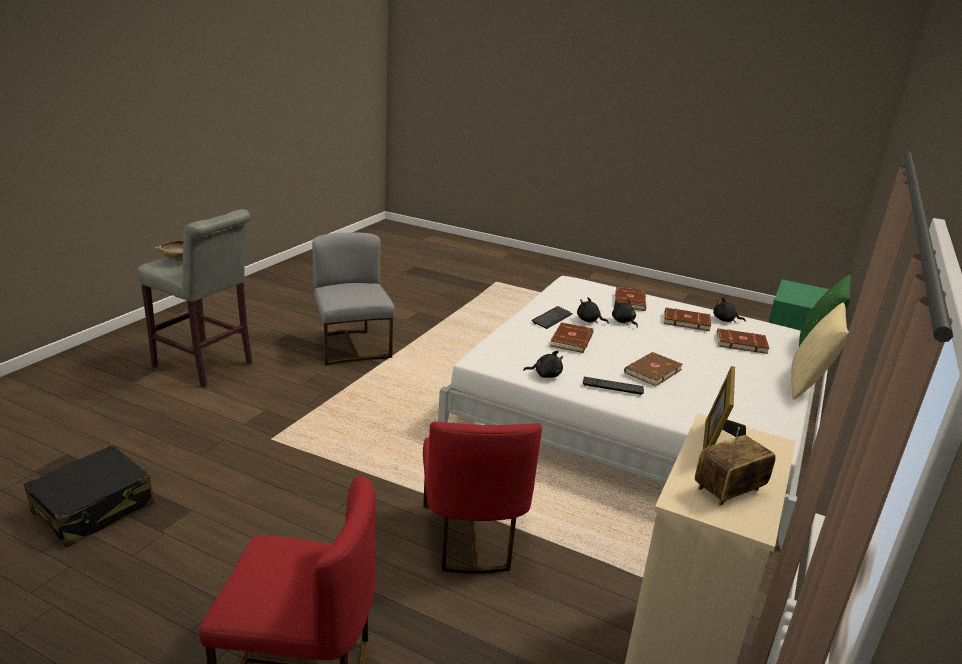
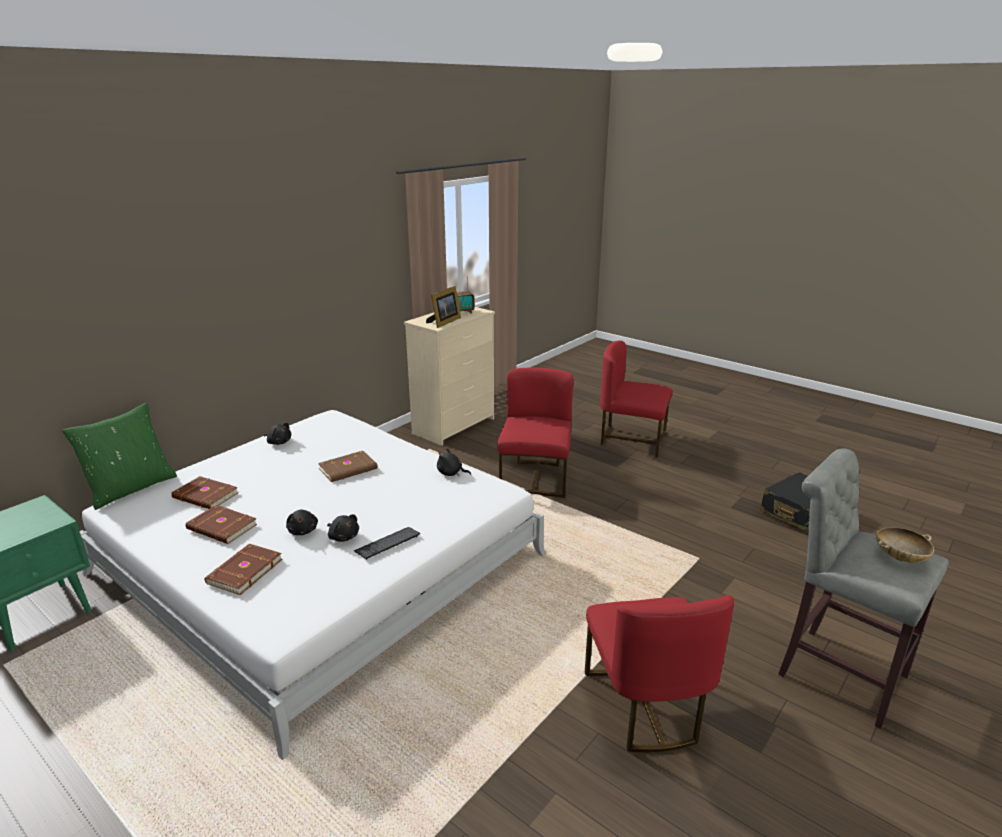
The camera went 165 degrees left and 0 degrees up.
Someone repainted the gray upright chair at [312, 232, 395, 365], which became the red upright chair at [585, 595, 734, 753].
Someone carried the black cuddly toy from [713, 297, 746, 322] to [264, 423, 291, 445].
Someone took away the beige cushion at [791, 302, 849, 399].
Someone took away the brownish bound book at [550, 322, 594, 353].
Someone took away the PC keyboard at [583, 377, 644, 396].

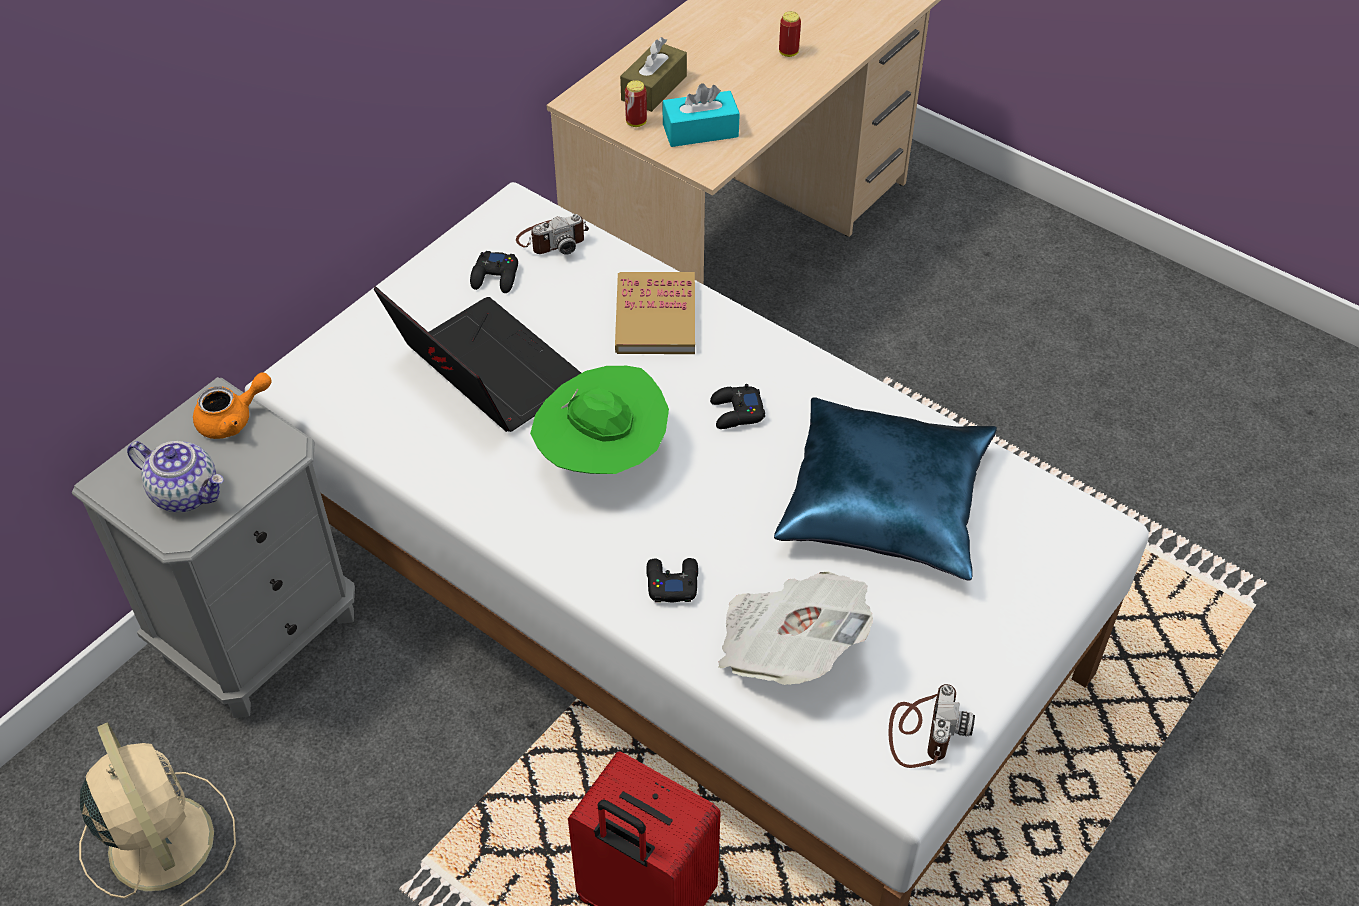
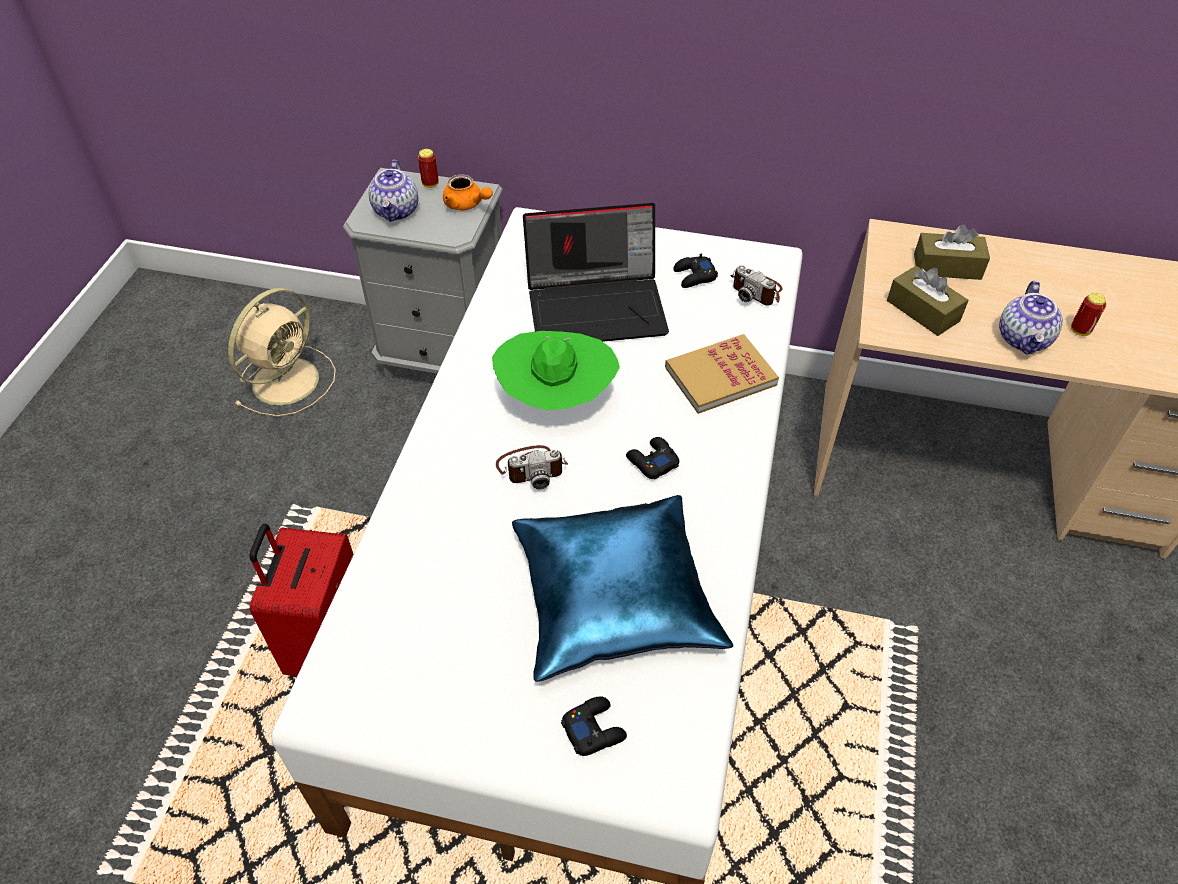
The camera went 65 degrees right and 0 degrees up.
Someone carried the can from [625, 80, 647, 127] to [418, 149, 439, 188].
Someone repainted the blue-green box of tissues at [663, 83, 740, 147], which became the brownish box of tissues at [887, 266, 969, 336].
Someone rotated the notebook computer at [374, 286, 581, 432] by 60 degrees clockwise.
Someone carried the black gamepad from [647, 558, 698, 603] to [561, 697, 627, 756].
Someone took away the printed paper at [718, 571, 873, 685].
Someone carried the still camera from [889, 684, 975, 768] to [496, 445, 568, 490].
Someone put down the tea pot at [999, 281, 1063, 355].

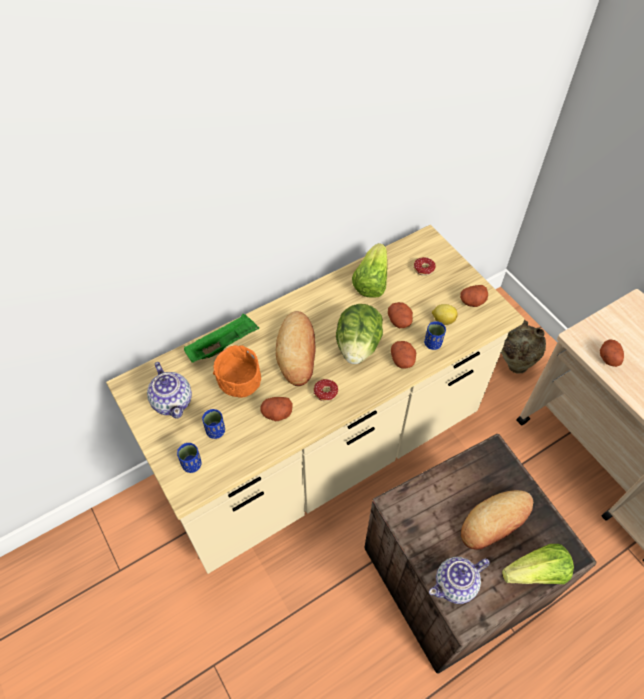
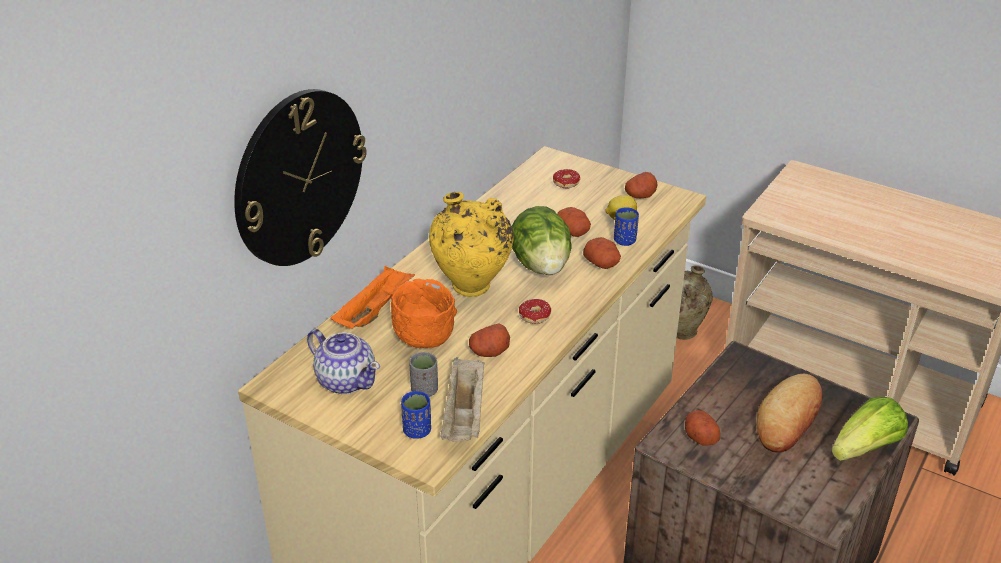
The camera went 25 degrees left and 20 degrees down.
Someone took away the lettuce at [352, 243, 388, 298].
Someone swapped the baked bread at [276, 311, 315, 386] for the yellowish vase at [429, 192, 513, 297].
Someone repainted the green carrying tray at [184, 314, 259, 363], which became the orange-coloured carrying tray at [331, 266, 415, 329].
Someone carried the whole potato from [600, 339, 624, 367] to [685, 410, 721, 446].
Someone repainted the blue-coloured small cup at [202, 409, 225, 439], which became the gray small cup at [409, 352, 438, 397].
Someone took away the tea pot at [429, 557, 490, 604].
Someone put up the hanging clock at [234, 89, 367, 266].
Someone put down the beige carrying tray at [440, 357, 484, 442].

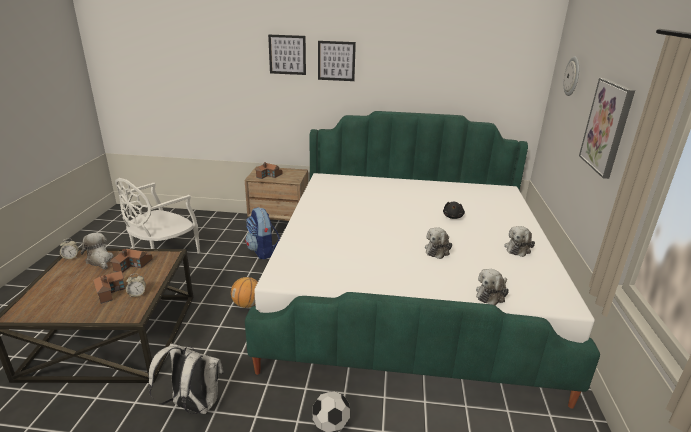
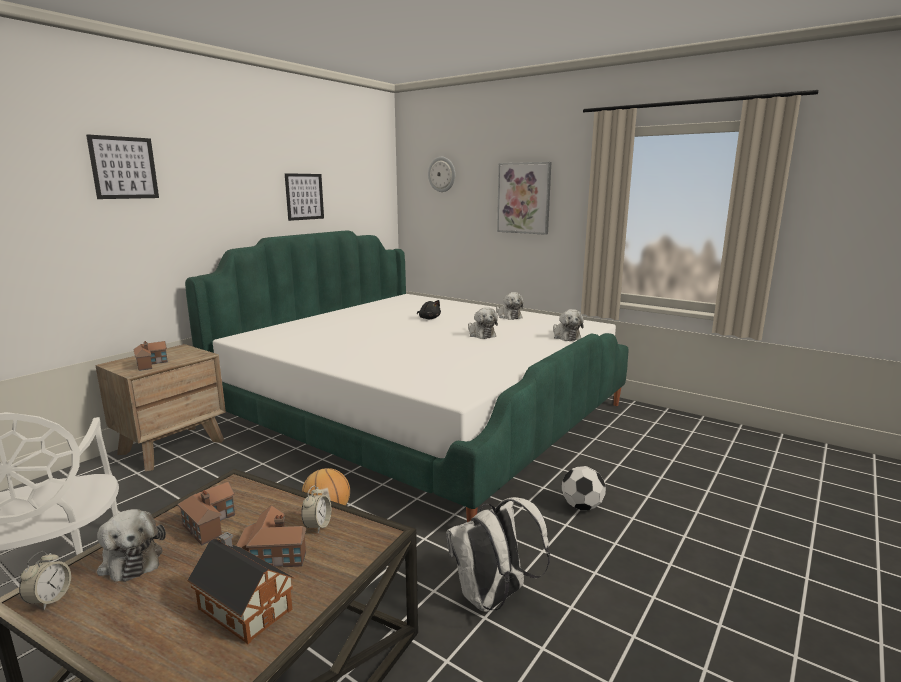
The camera went 60 degrees left and 10 degrees down.
Someone carried the picture from [318, 41, 356, 81] to [285, 173, 324, 221].
Someone took away the knapsack at [245, 207, 280, 259].
Someone rotated the cuddly toy at [81, 233, 114, 270] by 120 degrees counterclockwise.
Someone put down the model house at [187, 532, 294, 644].

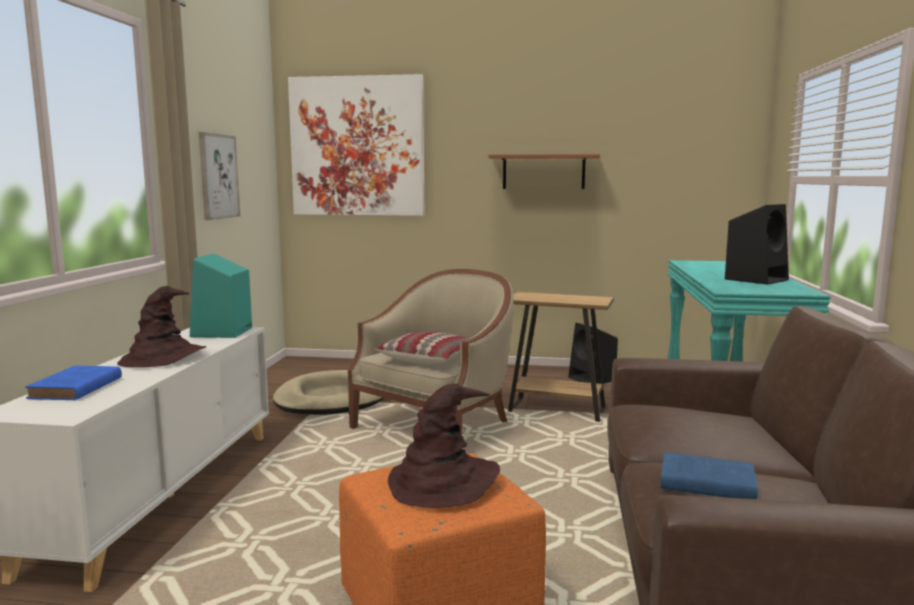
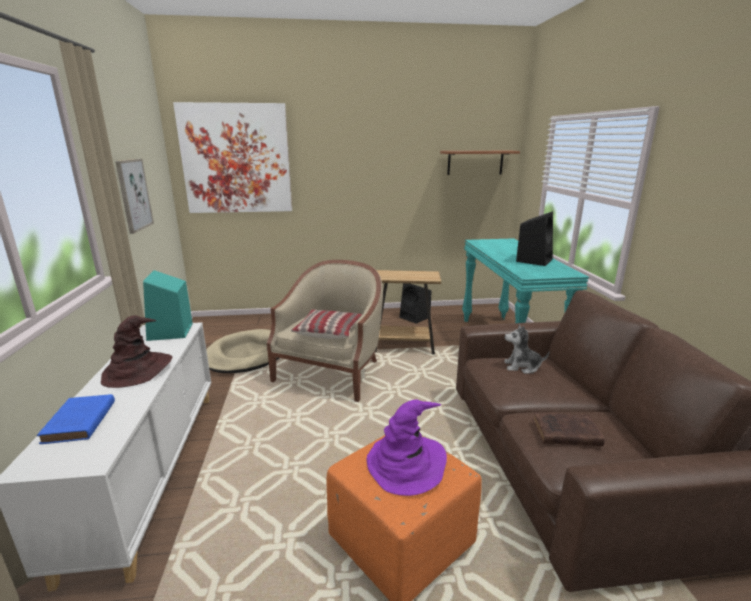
The camera went 15 degrees left and 10 degrees up.
Someone carried the wall shelf from [489, 154, 600, 189] to [440, 151, 520, 175].
Someone repainted the brownish clothing hat at [388, 384, 500, 508], which became the purplish clothing hat at [367, 400, 447, 496].
Someone repainted the blue-coloured bound book at [660, 452, 758, 499], which became the brownish bound book at [533, 412, 605, 446].
Someone put down the cuddly toy at [504, 325, 549, 374].

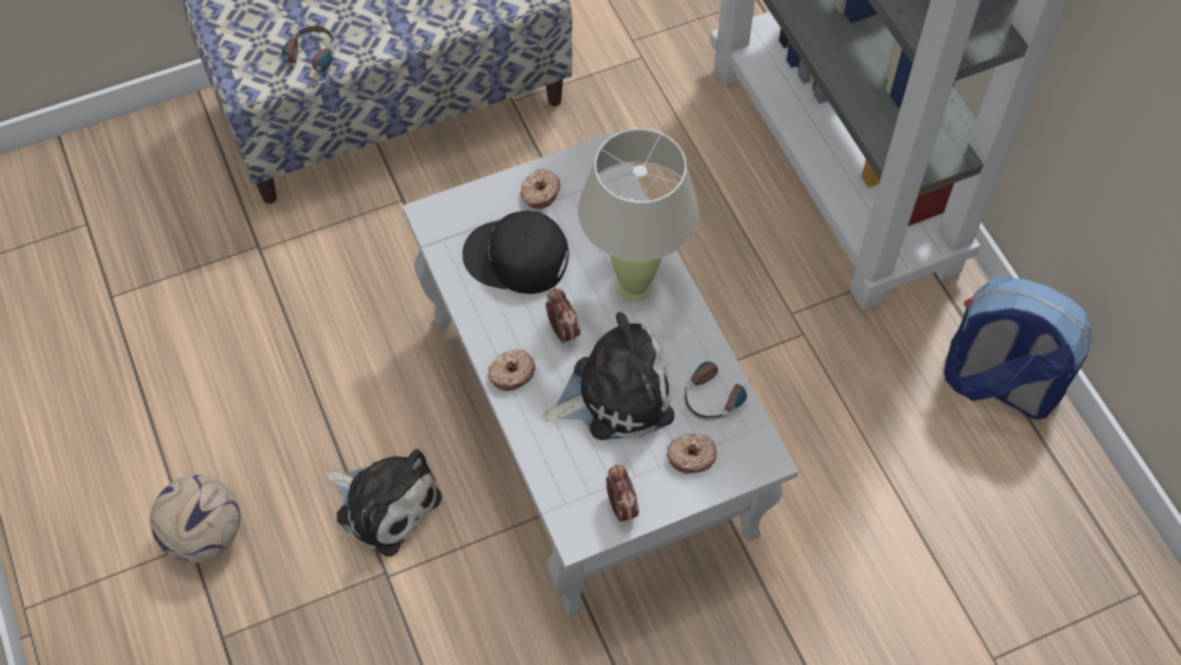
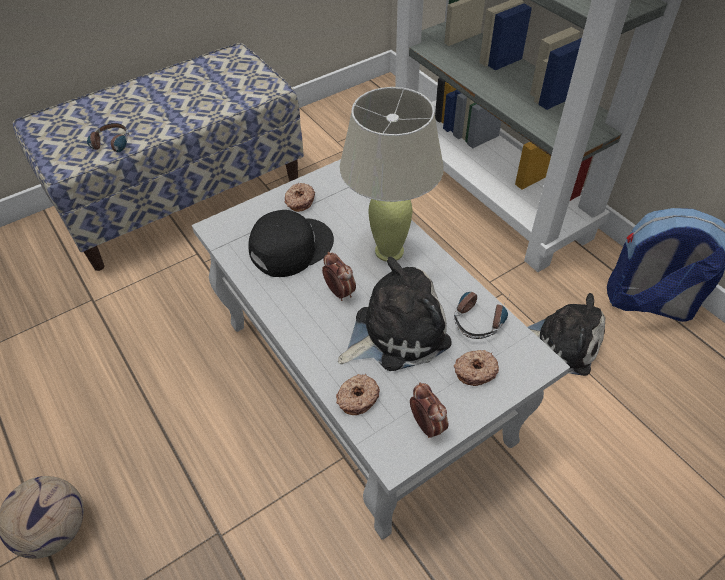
The camera went 10 degrees left and 10 degrees down.
Someone rotated the black baseball cap at [463, 211, 569, 294] by 135 degrees clockwise.
Someone carried the ring doughnut from [488, 349, 535, 391] to [336, 374, 380, 415].
Someone carried the cuddly toy from [325, 449, 442, 557] to [528, 293, 605, 376].

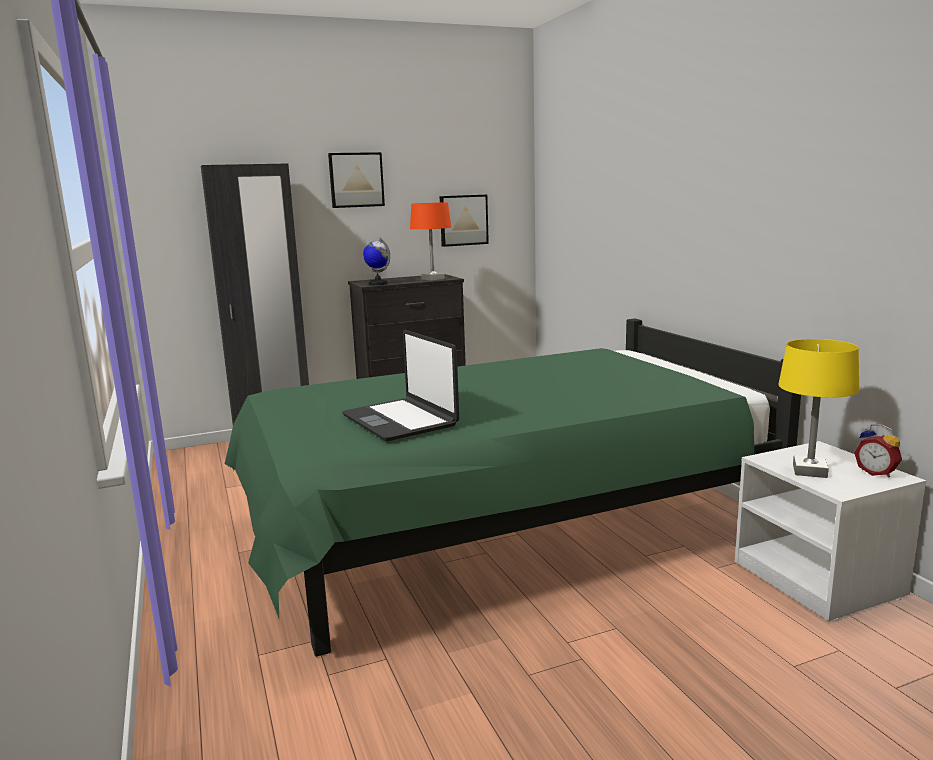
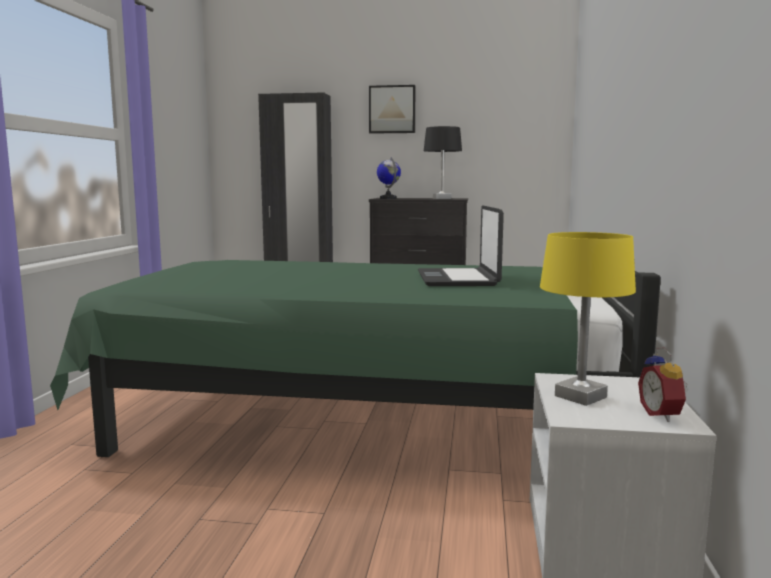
The camera went 30 degrees right and 5 degrees down.
Someone took away the picture at [440, 195, 489, 247].
Someone repainted the orange-coloured lamp for a table at [410, 202, 451, 281], which became the black lamp for a table at [424, 126, 462, 199].
Someone carried the notebook computer from [342, 330, 459, 441] to [418, 205, 504, 286].

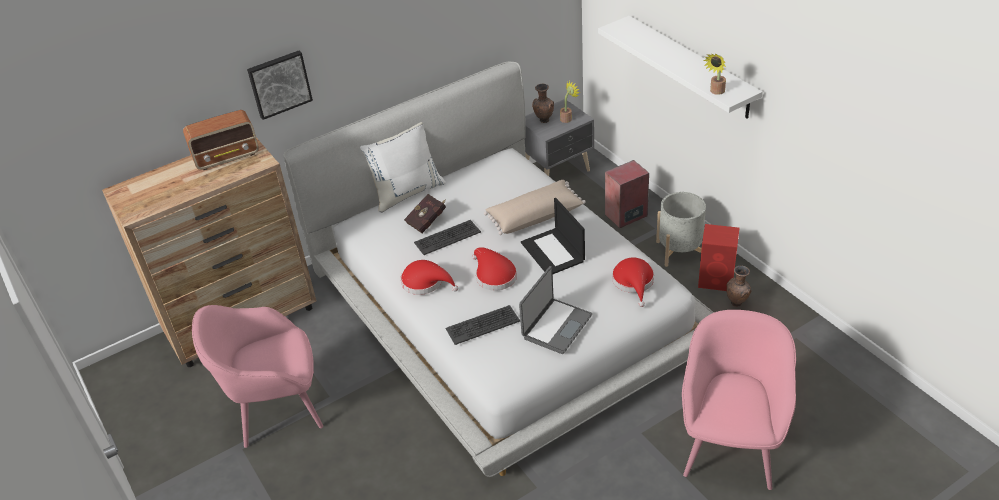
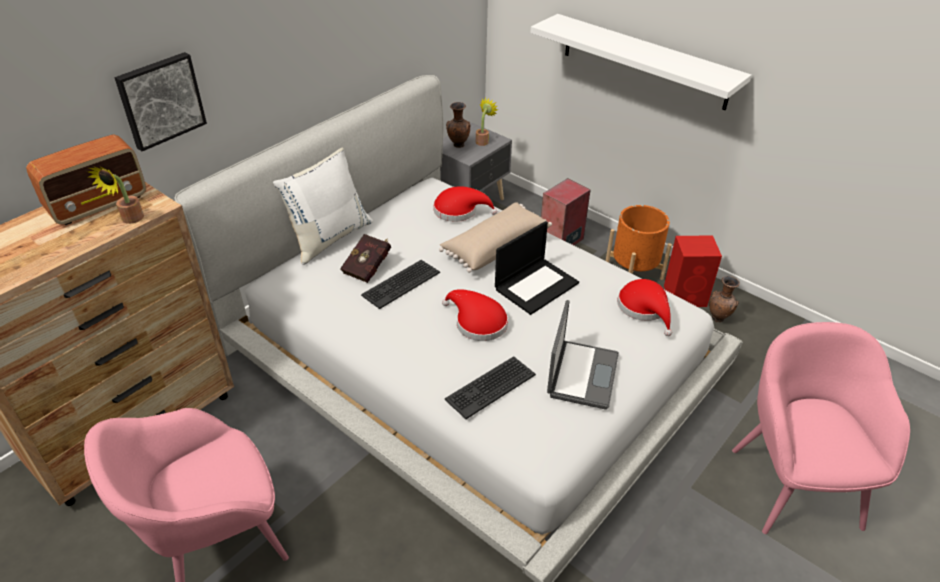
The camera went 20 degrees left and 0 degrees up.
Someone carried the potted plant from [703, 53, 726, 95] to [88, 166, 144, 224].
Someone repainted the gray plant pot at [656, 192, 706, 267], which became the orange-coloured plant pot at [606, 205, 672, 280].
Someone rotated the notebook computer at [521, 198, 585, 274] by 90 degrees counterclockwise.
Someone carried the red clothing hat from [401, 260, 458, 295] to [433, 186, 497, 222].

